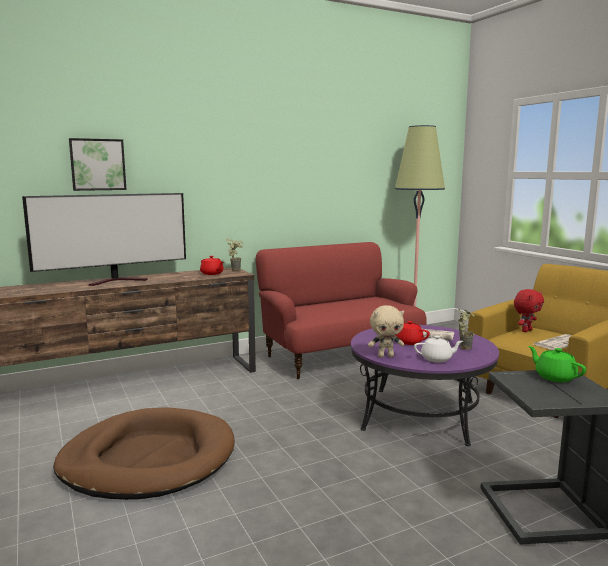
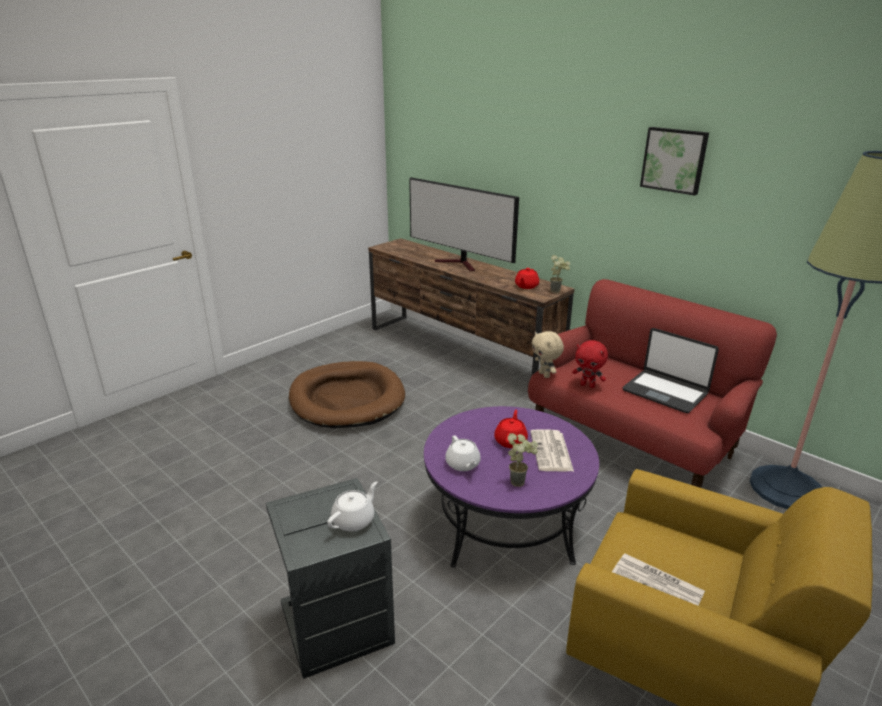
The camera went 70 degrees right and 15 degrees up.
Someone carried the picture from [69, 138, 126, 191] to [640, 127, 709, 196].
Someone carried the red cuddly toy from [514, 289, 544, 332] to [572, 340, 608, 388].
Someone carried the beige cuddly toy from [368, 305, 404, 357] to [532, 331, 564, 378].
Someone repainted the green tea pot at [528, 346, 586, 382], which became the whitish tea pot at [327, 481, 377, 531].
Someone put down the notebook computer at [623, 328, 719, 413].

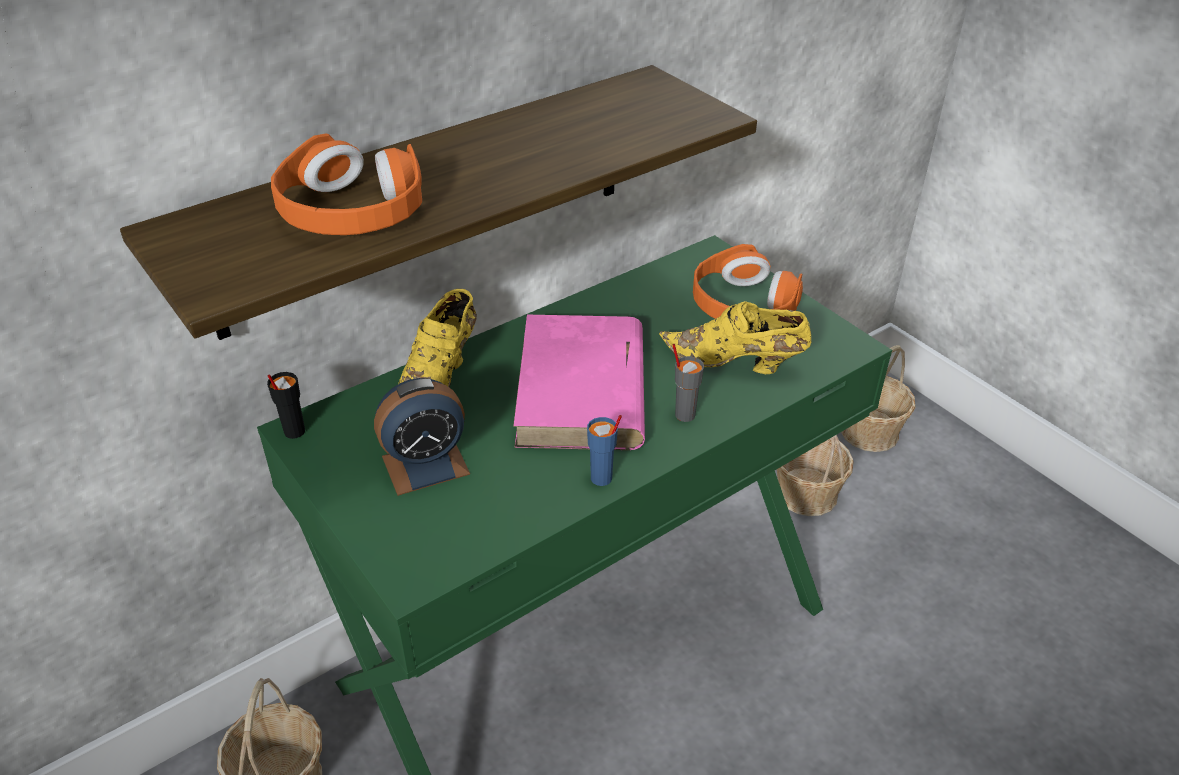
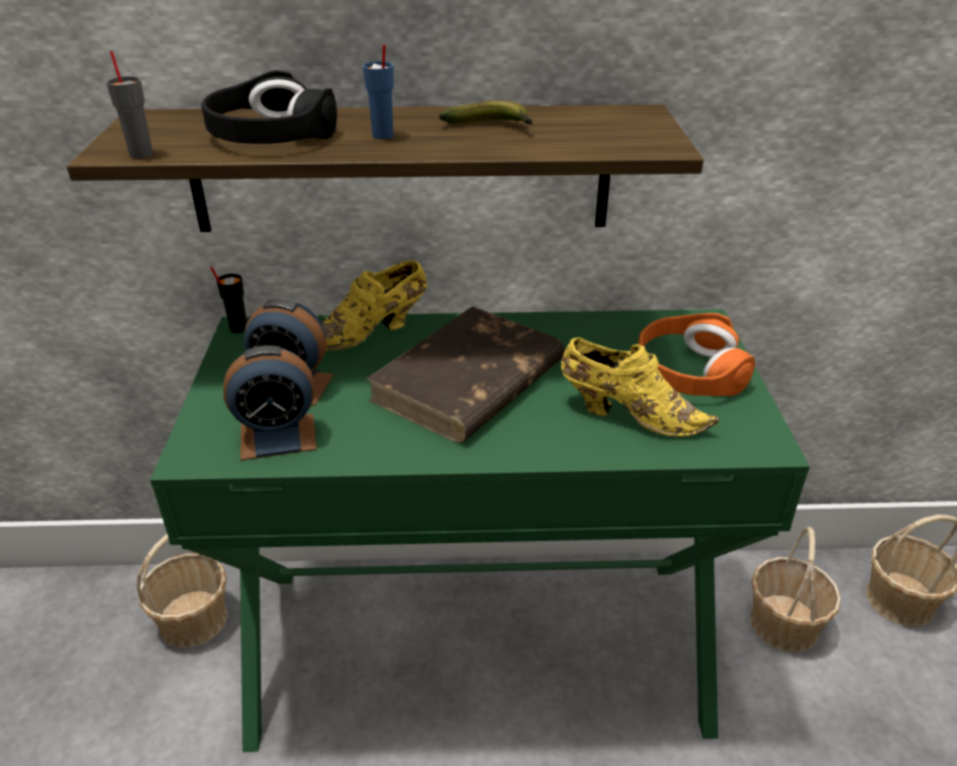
The camera went 35 degrees right and 5 degrees down.
Someone repainted the orange-coloured pair of headphones at [271, 134, 422, 235], which became the black pair of headphones at [201, 70, 337, 144].
Someone rotated the yellowish low shoe at [659, 301, 811, 374] by 150 degrees clockwise.
Someone repainted the pink bound book at [513, 315, 645, 450], which became the brownish bound book at [366, 306, 565, 443].
Someone carried the gray small cup from [672, 344, 704, 422] to [106, 51, 153, 159].
Someone carried the blue-coloured small cup from [587, 415, 622, 486] to [363, 44, 394, 139].
Someone put down the whole banana at [439, 101, 533, 125].
Someone put down the alarm clock at [223, 345, 317, 460].

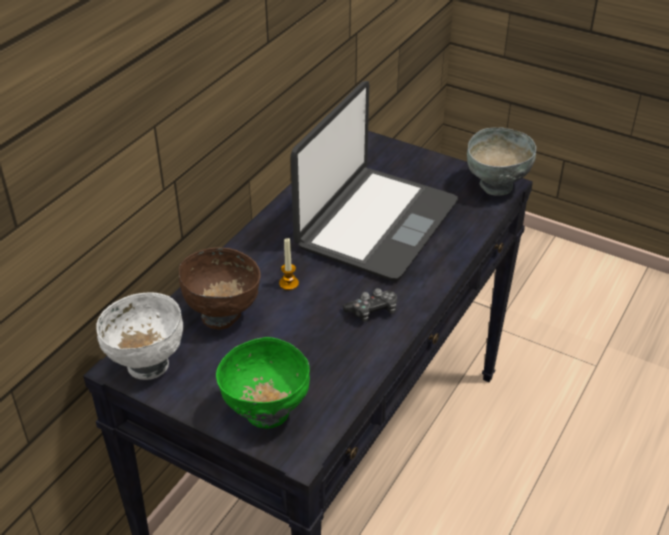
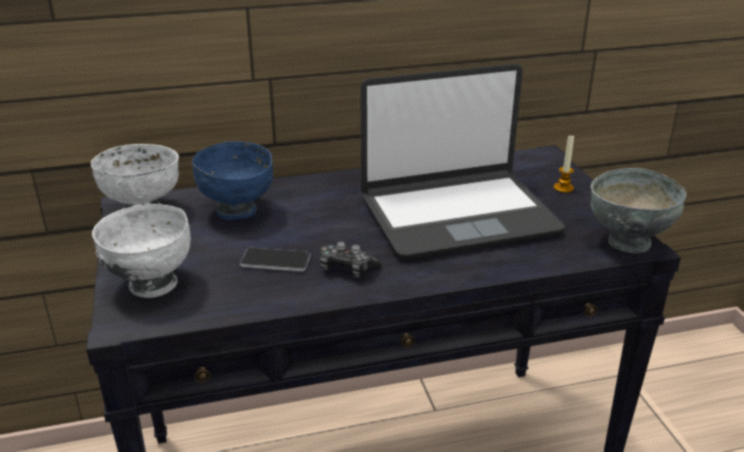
The camera went 45 degrees right and 10 degrees down.
Someone carried the candle from [279, 238, 299, 290] to [554, 134, 574, 193].
Someone repainted the brownish serving bowl at [179, 247, 261, 329], which became the blue-coloured serving bowl at [192, 141, 273, 220].
Someone repainted the green serving bowl at [216, 337, 310, 429], which became the whitish serving bowl at [92, 204, 191, 298].
Someone put down the handset at [240, 248, 311, 272].

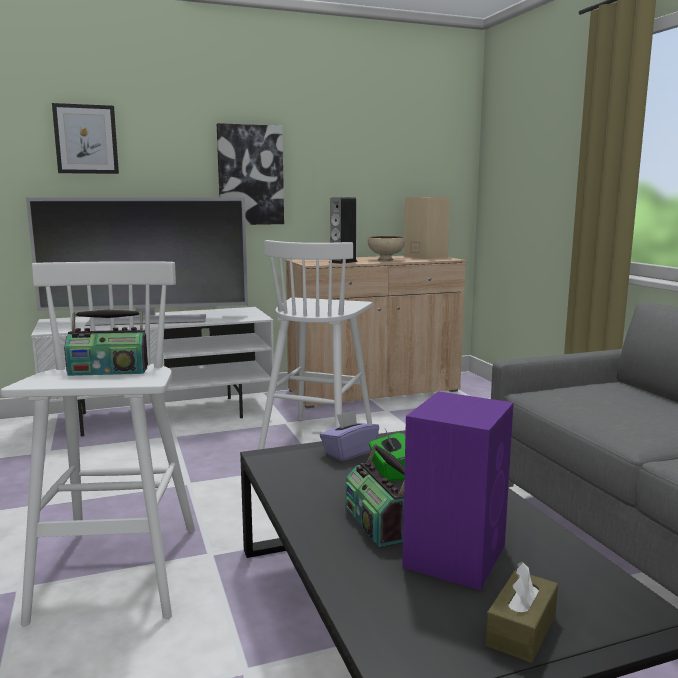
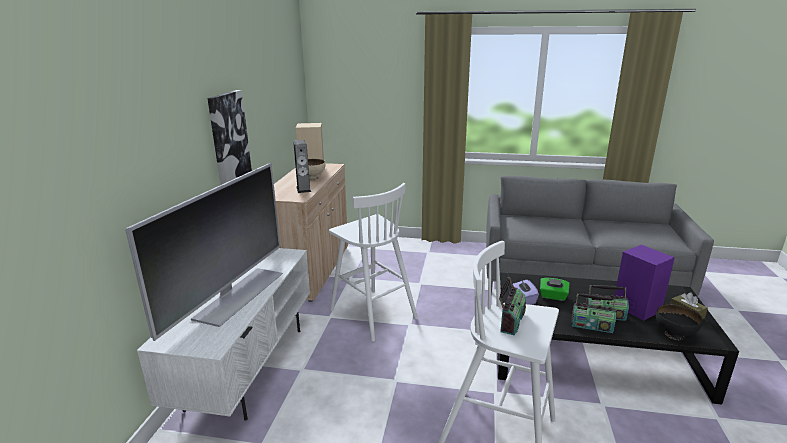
The camera went 60 degrees left and 10 degrees up.
Someone took away the picture at [52, 103, 119, 174].
Someone put down the radio receiver at [571, 293, 616, 333].
Someone put down the black serving bowl at [656, 304, 703, 341].

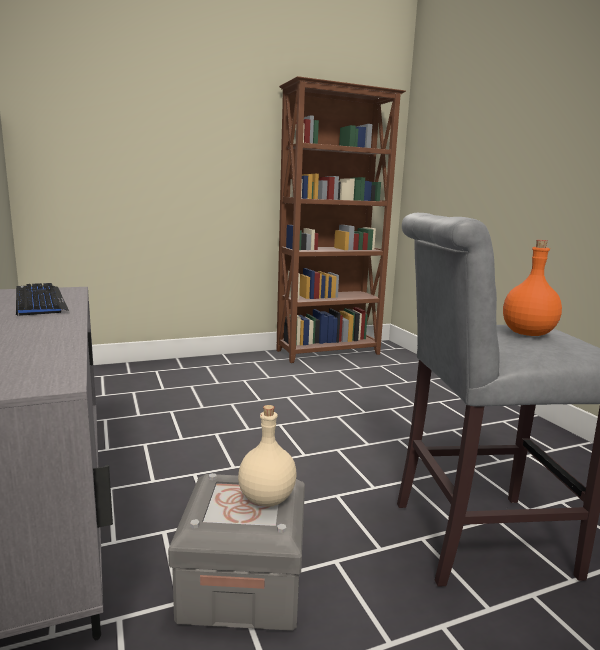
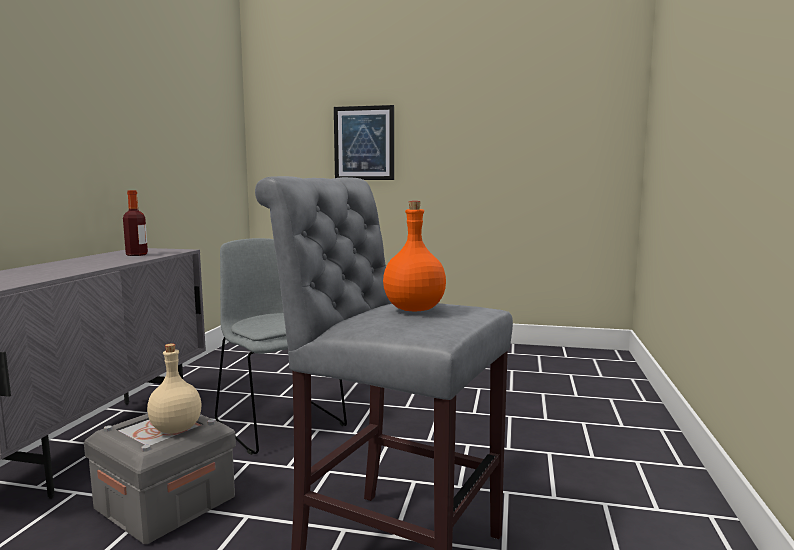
The camera went 35 degrees right and 5 degrees down.
Someone took away the brownish shelving unit at [276, 76, 406, 363].
Someone swapped the PC keyboard at [16, 283, 69, 316] for the drink bottle at [123, 190, 148, 256].
Someone put up the picture at [334, 105, 394, 180].
Someone put down the gray upright chair at [215, 238, 347, 455].

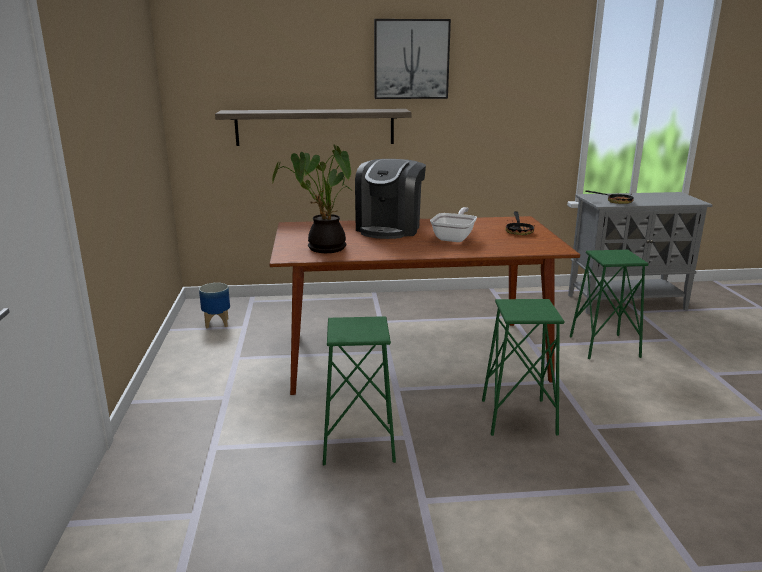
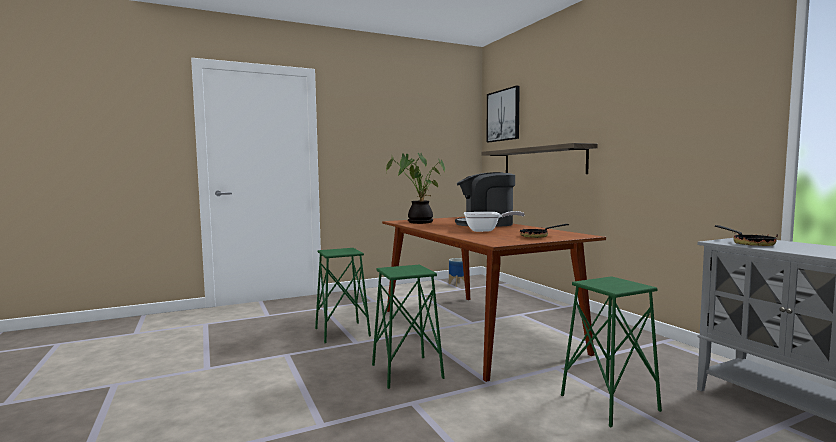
The camera went 70 degrees right and 15 degrees down.
Someone carried the picture from [374, 19, 451, 99] to [487, 86, 520, 142].

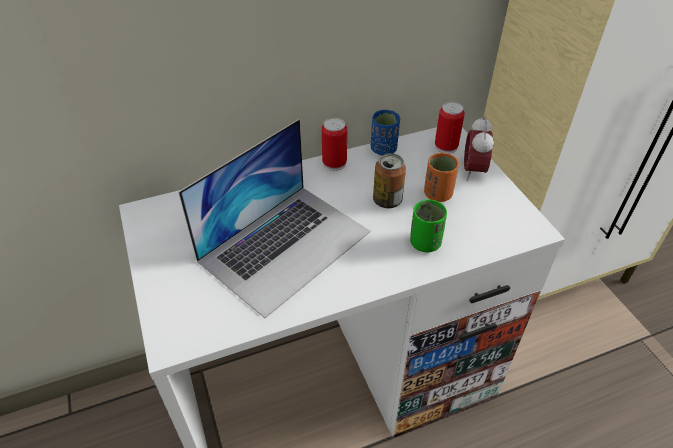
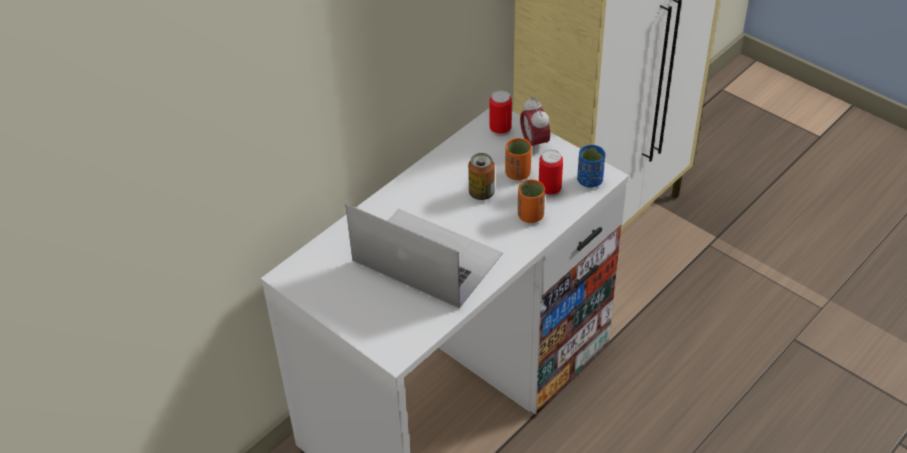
The camera went 25 degrees left and 0 degrees up.
Someone carried the blue-coloured small cup from [371, 110, 400, 155] to [577, 145, 605, 188].
Someone carried the can from [322, 118, 347, 171] to [539, 149, 563, 197].
Someone rotated the notebook computer at [179, 119, 370, 318] by 75 degrees counterclockwise.
Someone repainted the green small cup at [410, 200, 447, 252], which became the orange-coloured small cup at [518, 179, 545, 223].

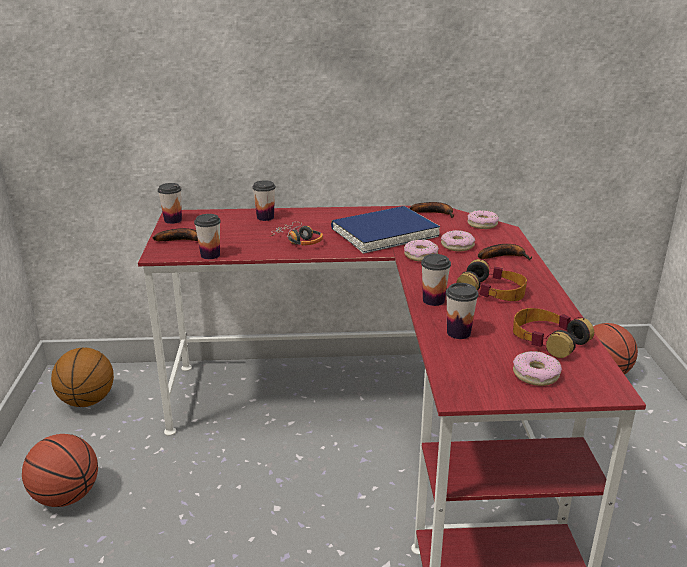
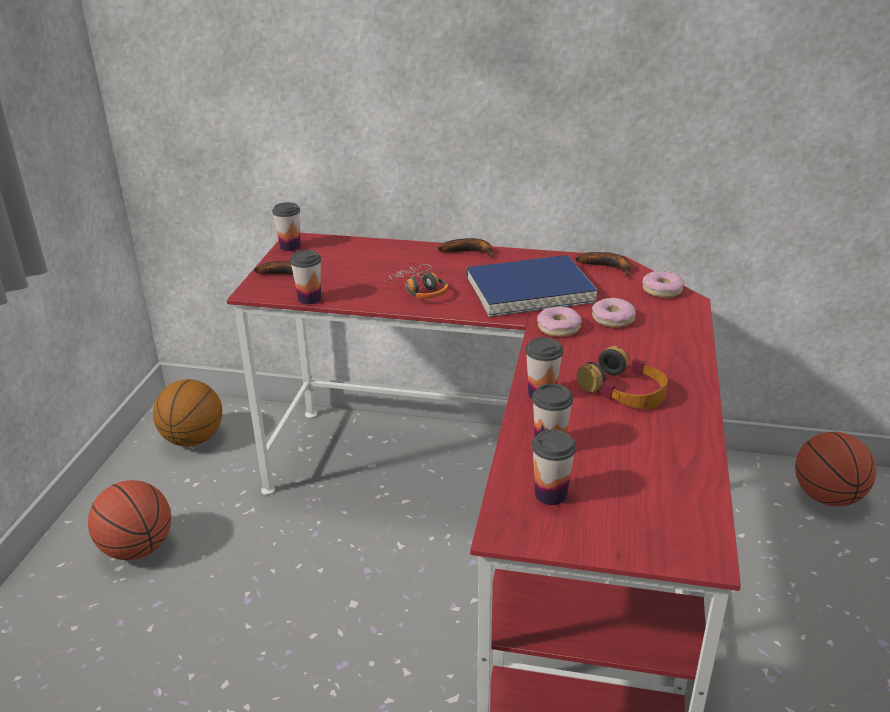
The camera went 15 degrees right and 5 degrees up.
Someone carried the small cup from [252, 180, 276, 221] to [532, 429, 576, 505].
Someone carried the whole banana from [478, 244, 532, 260] to [438, 238, 494, 258].
Someone took away the pair of headphones at [513, 308, 594, 358].
Someone took away the ring doughnut at [513, 351, 562, 386].

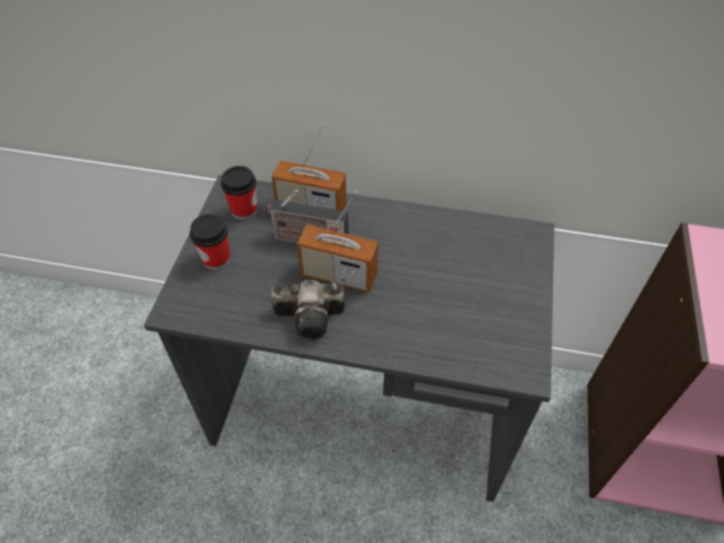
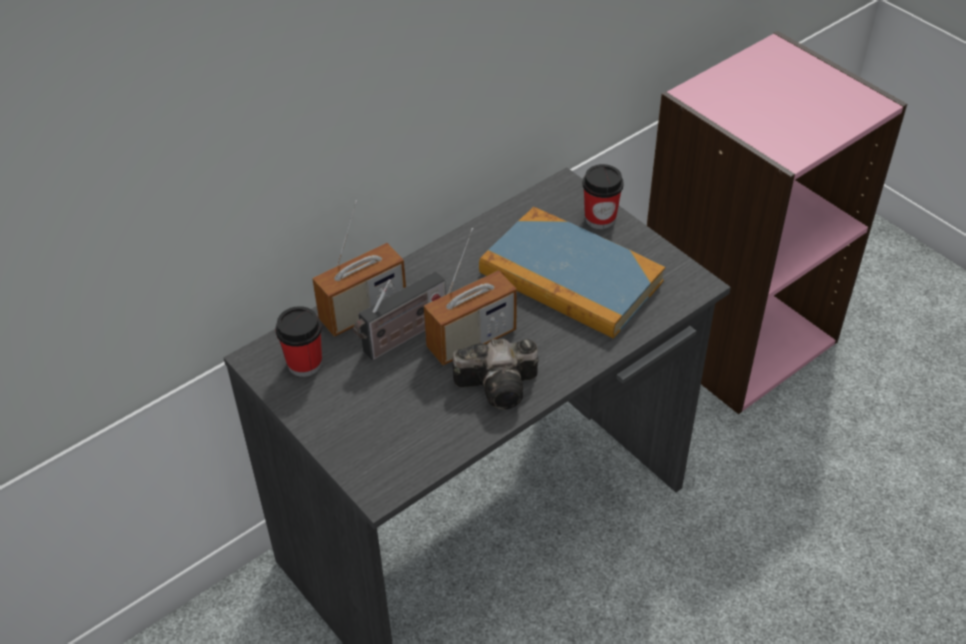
The camera went 50 degrees left and 5 degrees down.
Someone carried the small cup from [190, 214, 230, 270] to [582, 164, 624, 229].
Someone rotated the still camera at [271, 280, 345, 340] by 45 degrees clockwise.
Someone put down the bound book at [479, 207, 665, 339].

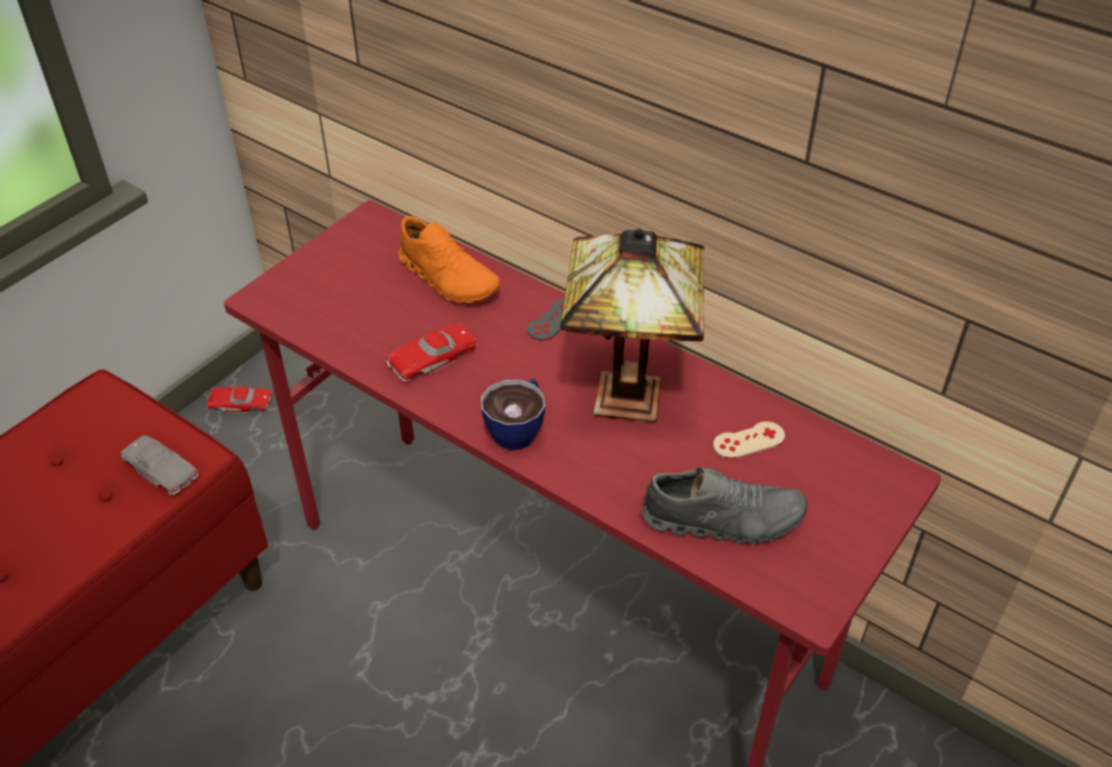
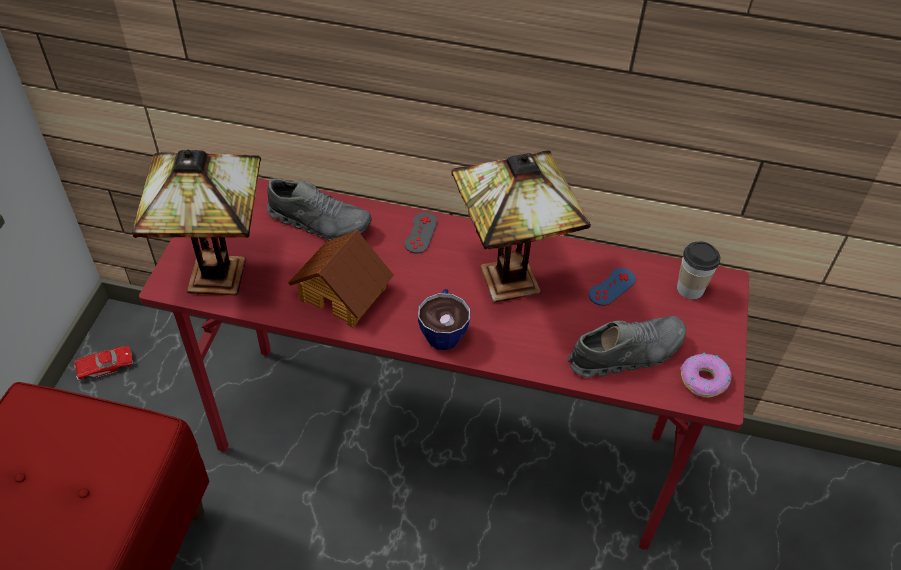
The camera went 25 degrees left and 5 degrees up.
Someone repainted the orange-coloured low shoe at [398, 216, 501, 303], which became the gray low shoe at [266, 178, 372, 241].
Someone swapped the red toy car at [386, 323, 477, 383] for the model house at [288, 230, 394, 327].
Someone repainted the beige gamepad at [713, 421, 785, 459], which became the blue-coloured gamepad at [589, 268, 636, 306].
Someone took away the gray toy car at [121, 435, 199, 495].
Someone put down the lamp for a table at [132, 150, 261, 296].
Someone put down the small cup at [677, 241, 720, 299].
Someone put down the ring doughnut at [680, 353, 731, 398].

